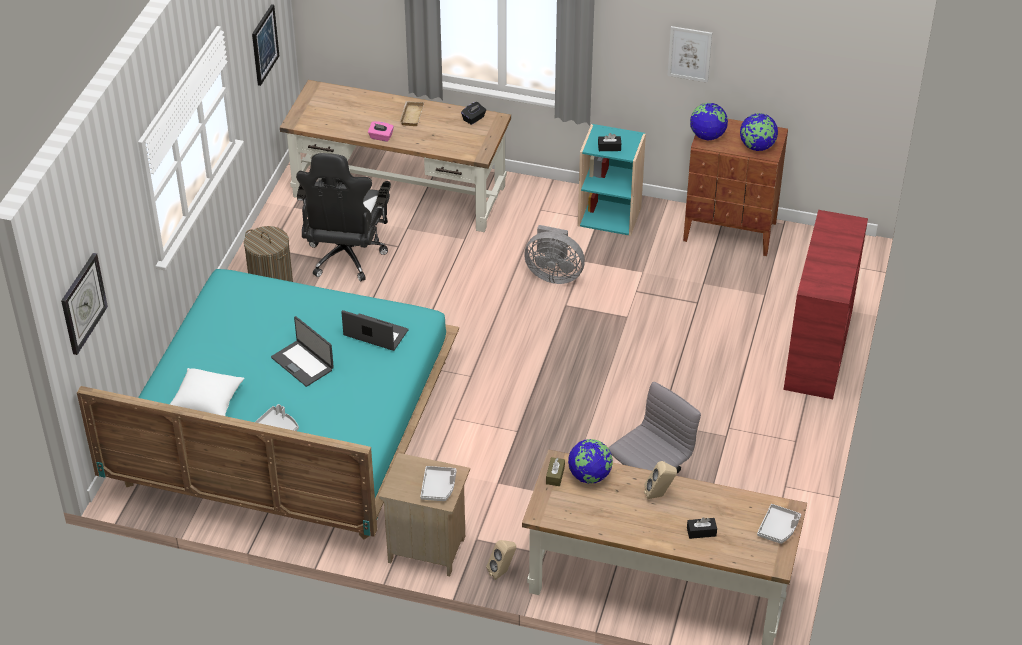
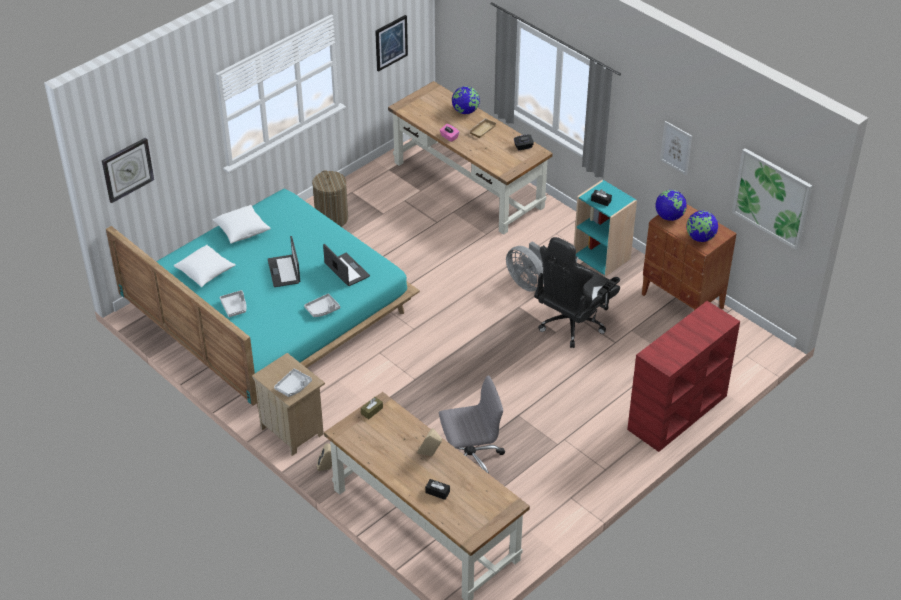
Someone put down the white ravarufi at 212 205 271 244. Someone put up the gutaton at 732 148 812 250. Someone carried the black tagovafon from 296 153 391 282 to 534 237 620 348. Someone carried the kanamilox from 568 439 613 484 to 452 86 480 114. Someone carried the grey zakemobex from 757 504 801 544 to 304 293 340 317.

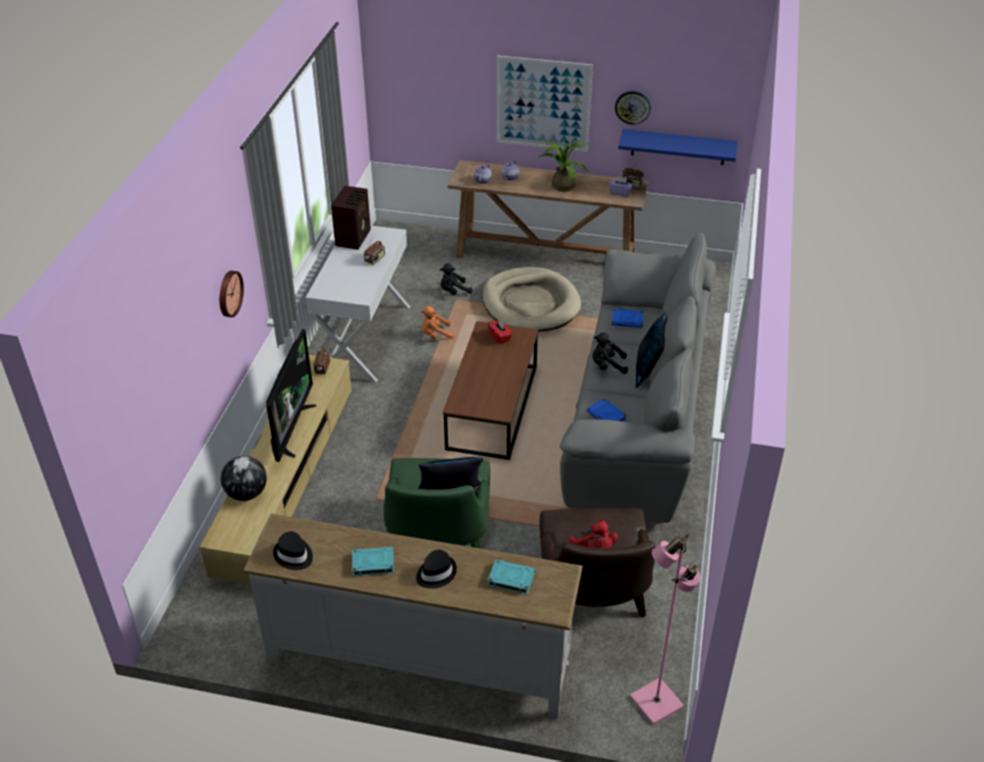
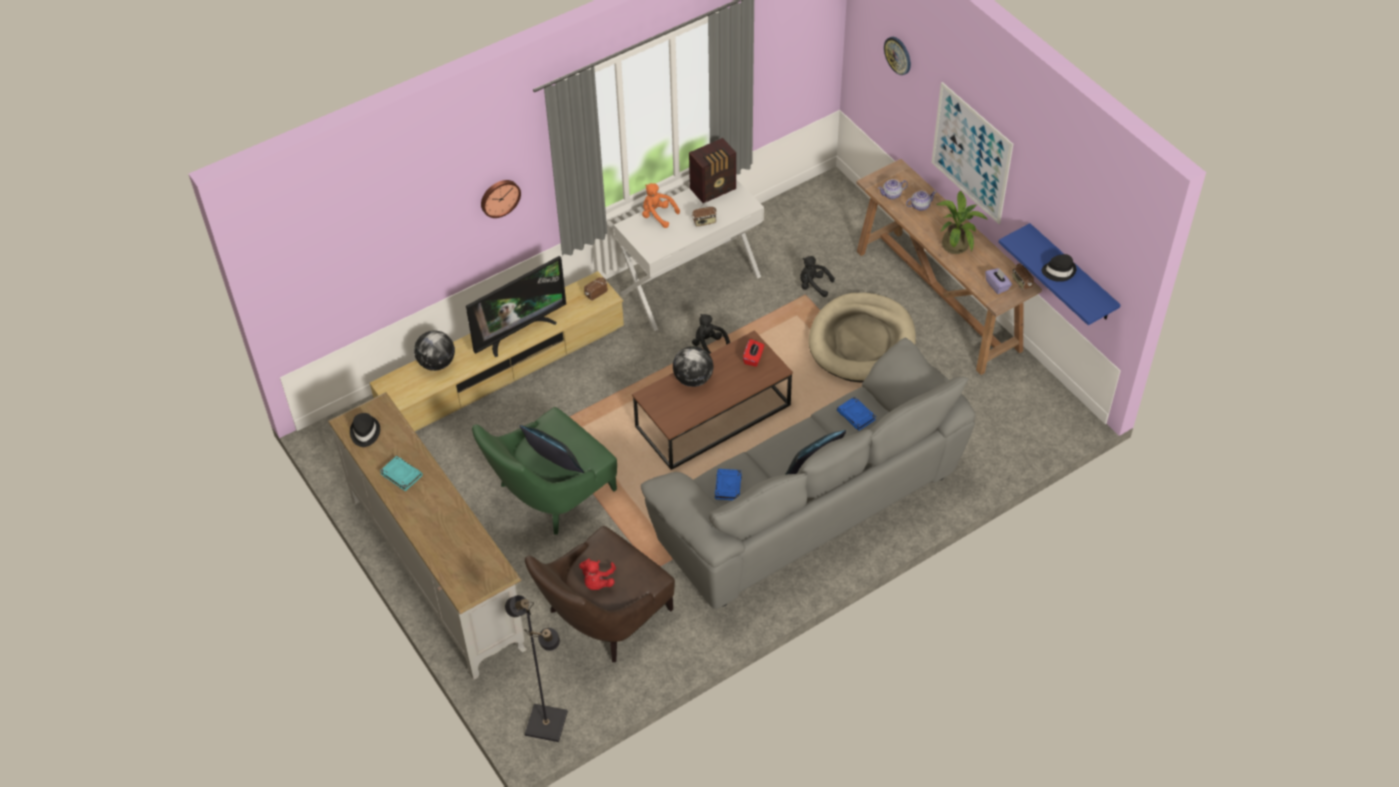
Someone took away the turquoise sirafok at 487 559 535 595. Someone put down the kanamilox at 673 346 713 387. Someone carried the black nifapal from 416 550 457 589 to 1041 254 1076 282. Someone carried the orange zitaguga from 421 306 455 339 to 642 183 680 228. Someone carried the black zitaguga from 592 333 628 374 to 692 314 730 354. Someone carried the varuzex from 615 91 651 125 to 884 37 911 75. Someone repainted the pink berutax at 630 533 700 725, which became the black berutax at 505 595 568 742.

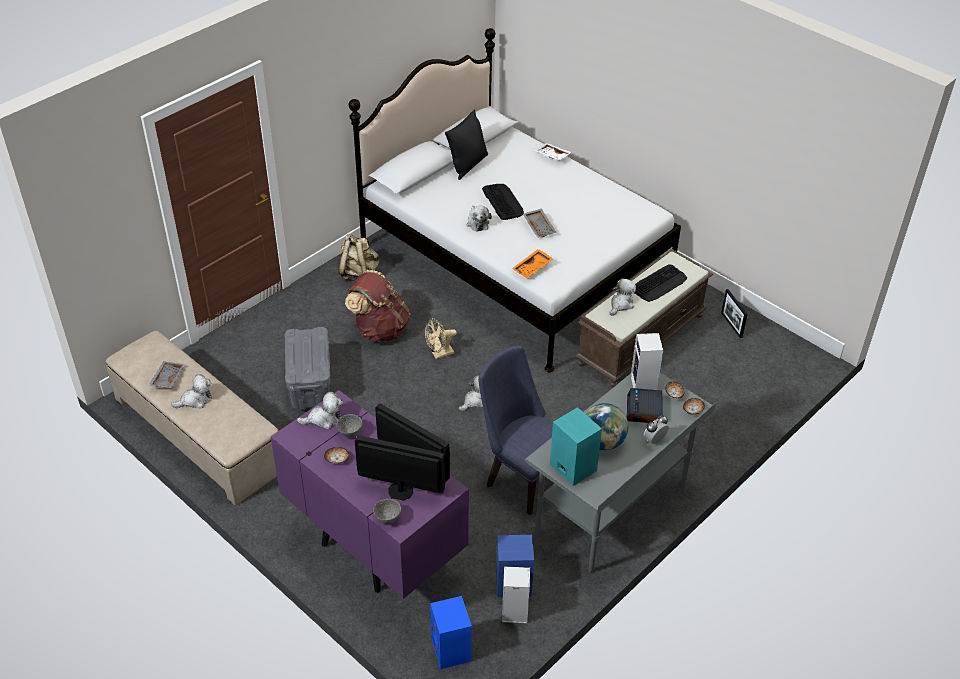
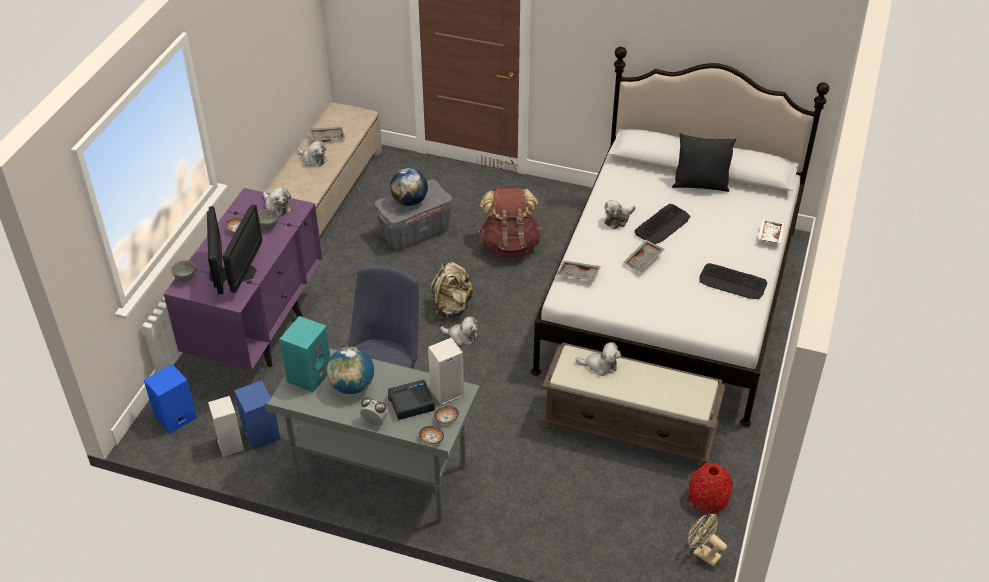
Someone put down the kanamilox at 390 168 428 206. Someone carried the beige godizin from 339 234 379 282 to 431 262 474 319. Someone carried the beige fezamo from 425 318 457 359 to 688 514 727 566. Someone carried the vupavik from 635 264 687 302 to 699 263 767 299. Someone swapped the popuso at 721 289 748 338 for the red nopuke at 688 463 733 514. Someone repainted the orange zakemobex at 512 249 553 278, which became the grey zakemobex at 556 261 601 281.

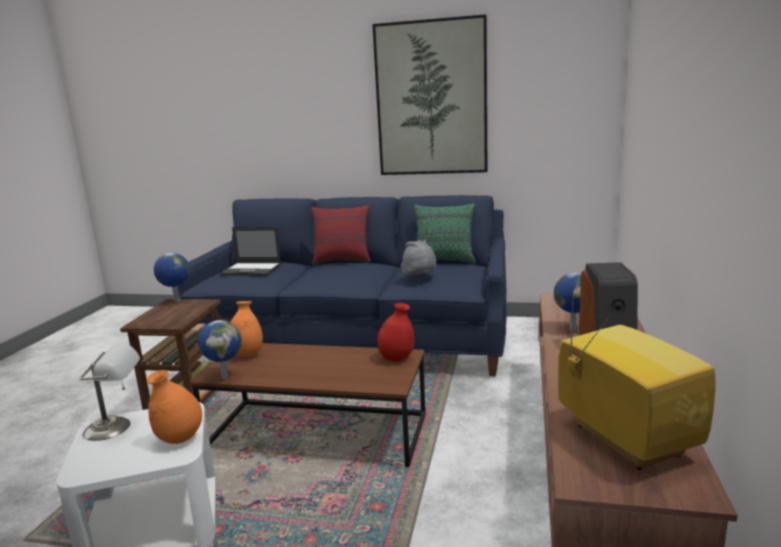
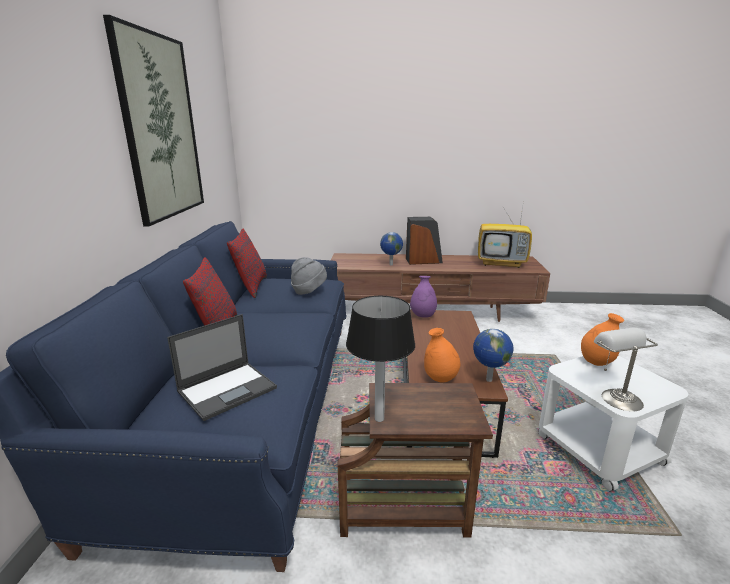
Someone swapped the kanamilox at 154 253 190 302 for the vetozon at 346 296 415 422. Someone repainted the red nopuke at 377 303 415 362, which became the purple nopuke at 410 276 437 317. Someone repainted the green ravarufi at 414 204 476 264, which became the red ravarufi at 227 229 267 298. Someone rotated the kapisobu at 220 227 282 276 by 45 degrees clockwise. Someone rotated the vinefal at 558 284 716 470 by 135 degrees counterclockwise.

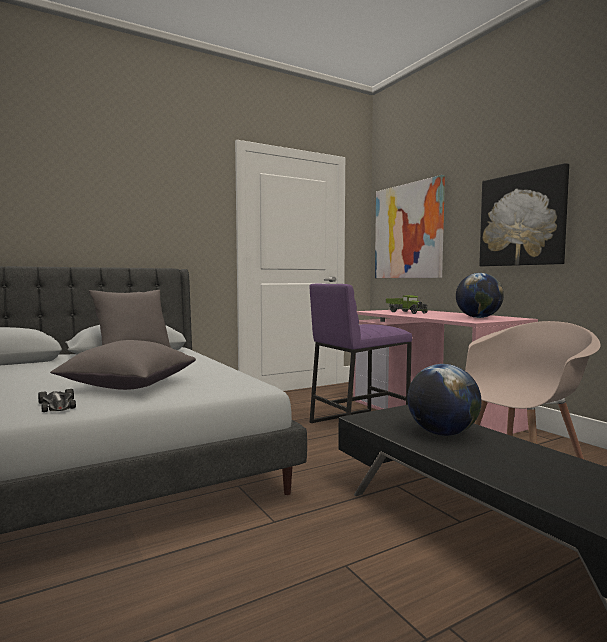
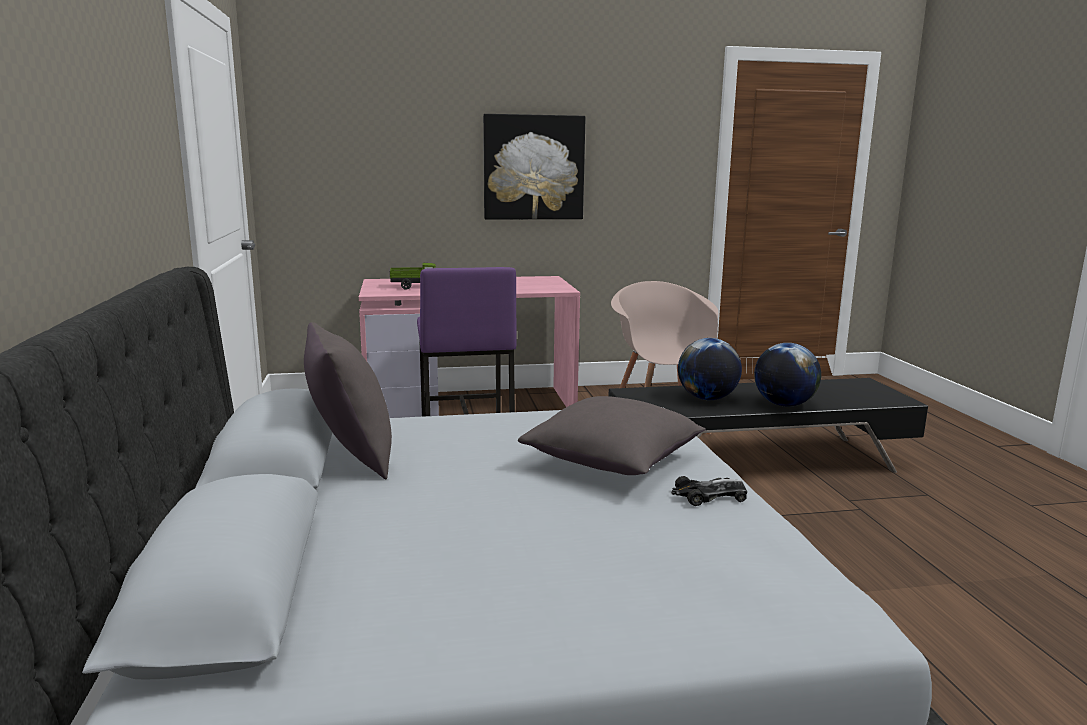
Someone took away the gutaton at 375 175 445 278. Someone carried the kanamilox from 456 273 504 318 to 754 343 821 407.

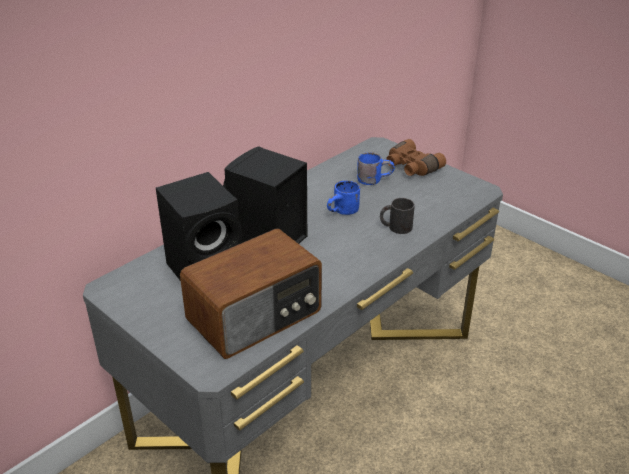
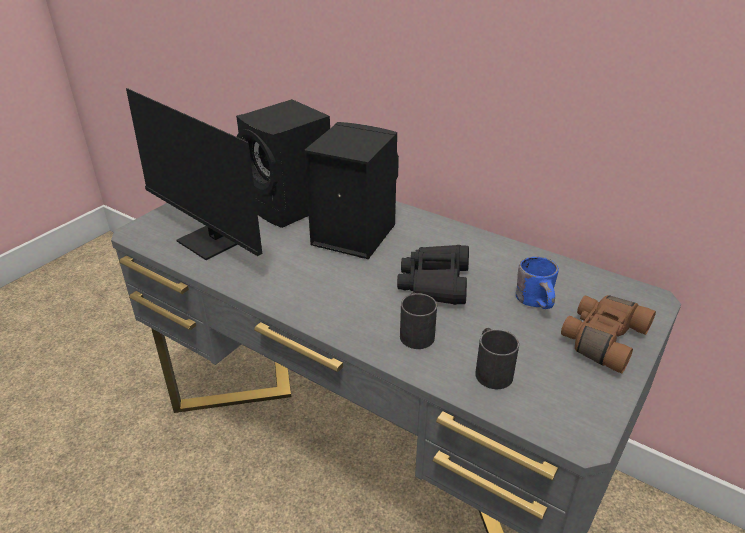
Someone put down the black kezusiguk at 475 328 519 389. Someone swapped the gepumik at 180 229 322 359 for the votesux at 126 88 300 260. Someone swapped the blue kezusiguk at 327 180 360 215 for the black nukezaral at 397 245 469 305.

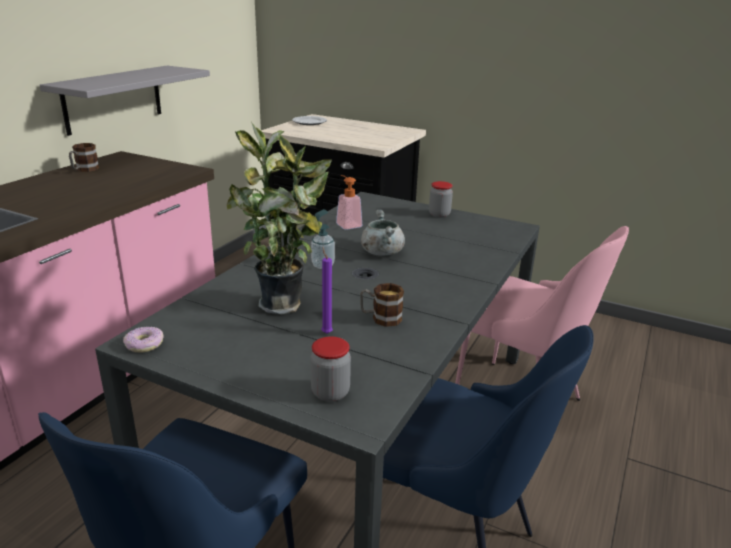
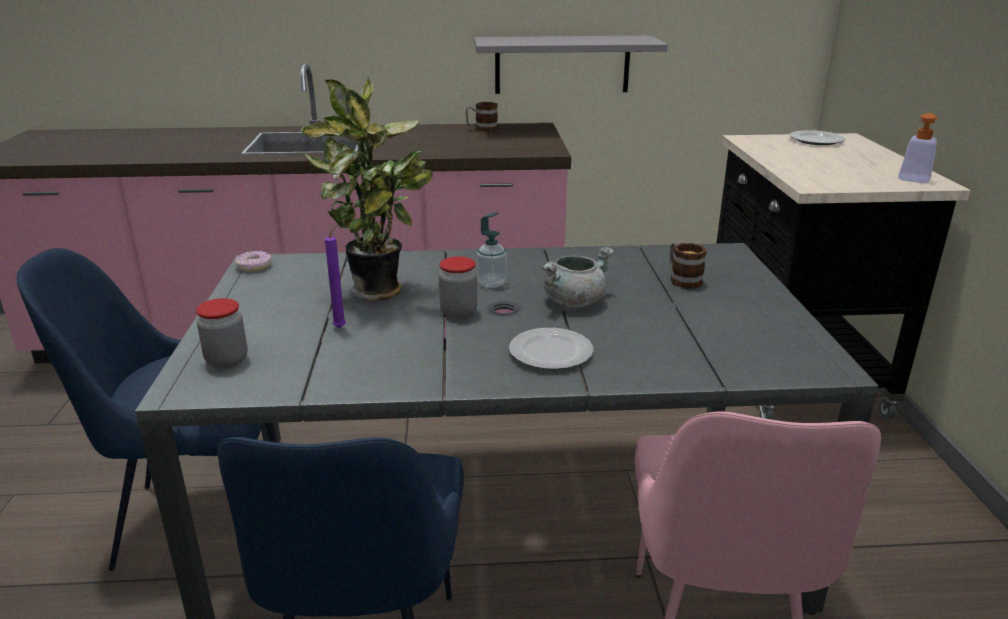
Someone put down the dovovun at 509 328 593 369. Someone carried the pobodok from 336 175 362 230 to 898 113 938 183. Someone carried the kezusiguk from 360 283 404 327 to 670 242 707 288. Someone carried the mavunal from 429 181 453 218 to 439 256 477 319.

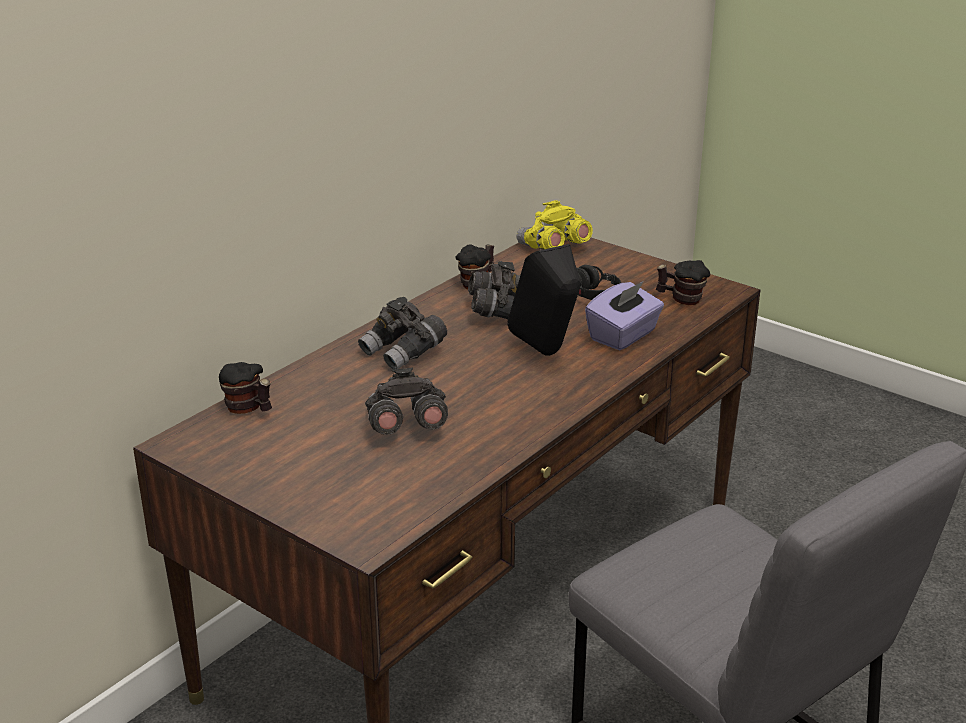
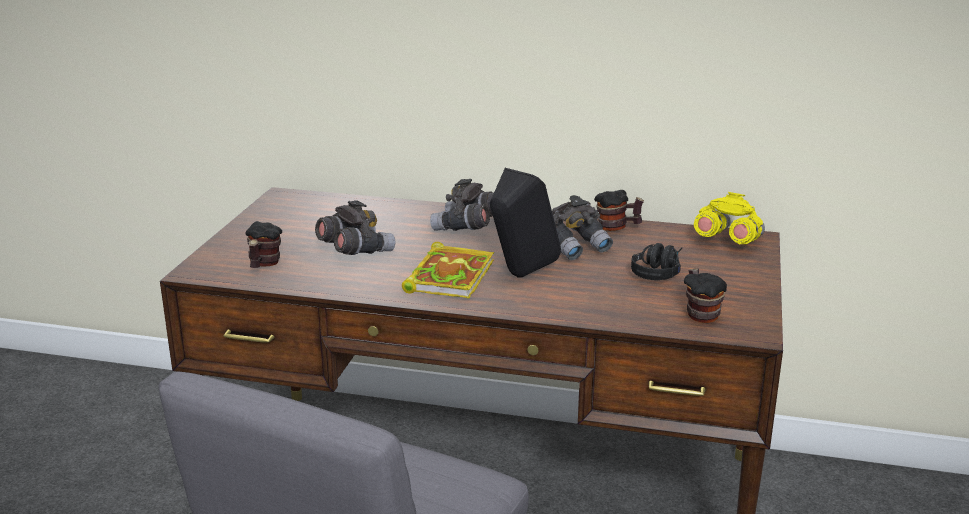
Someone took away the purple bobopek at 585 281 664 350. Someone put down the sirafok at 402 242 494 299. Someone carried the kezusiguk from 219 362 272 414 to 245 221 282 268.

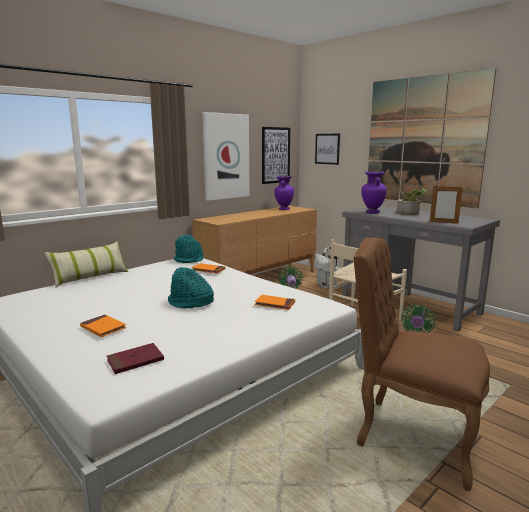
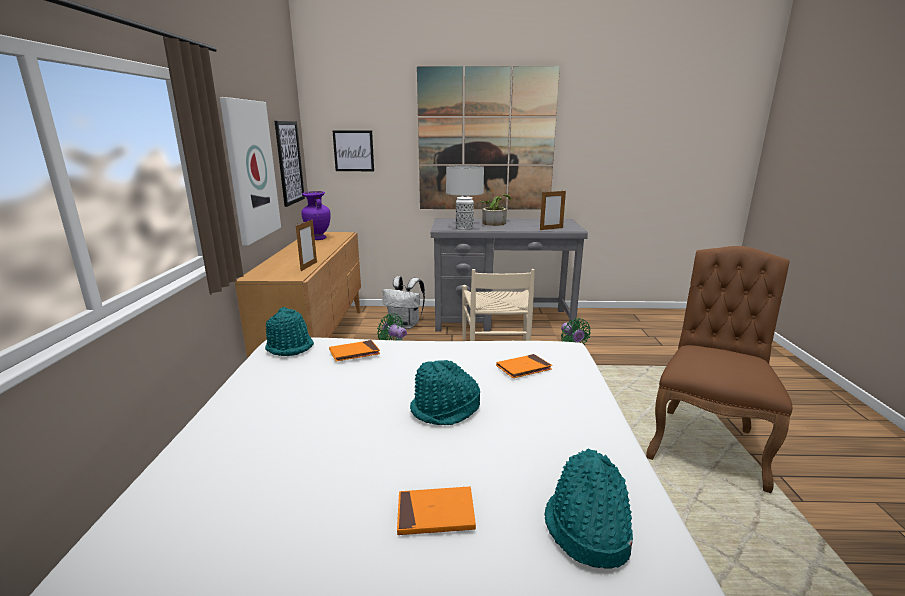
Someone took away the ravarufi at 45 241 128 287. Someone put down the popuso at 296 219 317 271. Someone swapped the red sirafok at 107 343 164 374 for the turquoise nifapal at 544 449 633 569. Someone swapped the purple nopuke at 361 171 387 214 for the white vetozon at 446 165 484 230. Someone rotated the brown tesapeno at 354 237 490 491 by 135 degrees clockwise.

